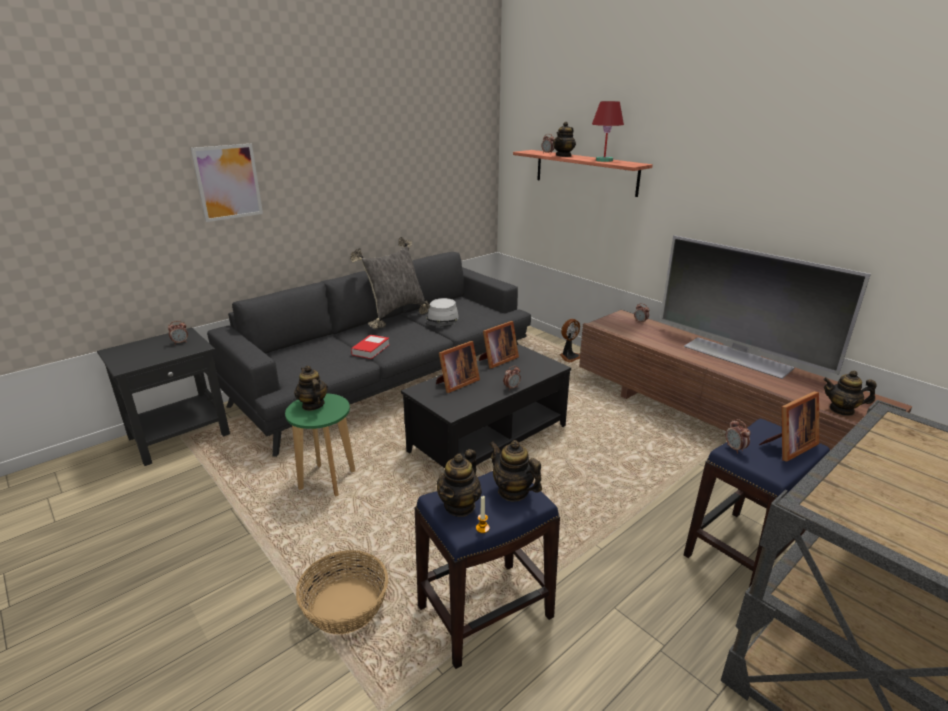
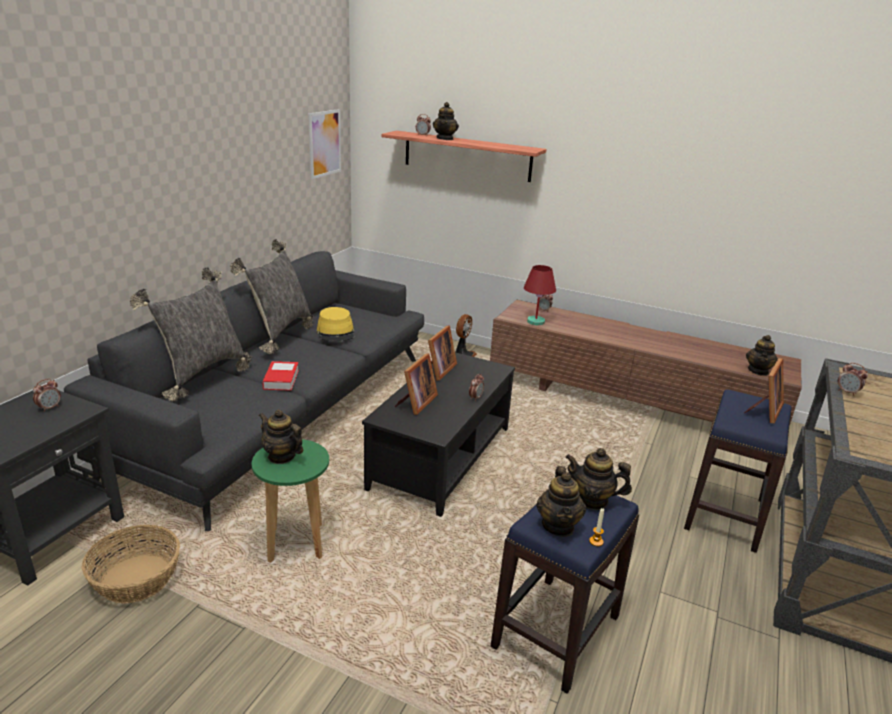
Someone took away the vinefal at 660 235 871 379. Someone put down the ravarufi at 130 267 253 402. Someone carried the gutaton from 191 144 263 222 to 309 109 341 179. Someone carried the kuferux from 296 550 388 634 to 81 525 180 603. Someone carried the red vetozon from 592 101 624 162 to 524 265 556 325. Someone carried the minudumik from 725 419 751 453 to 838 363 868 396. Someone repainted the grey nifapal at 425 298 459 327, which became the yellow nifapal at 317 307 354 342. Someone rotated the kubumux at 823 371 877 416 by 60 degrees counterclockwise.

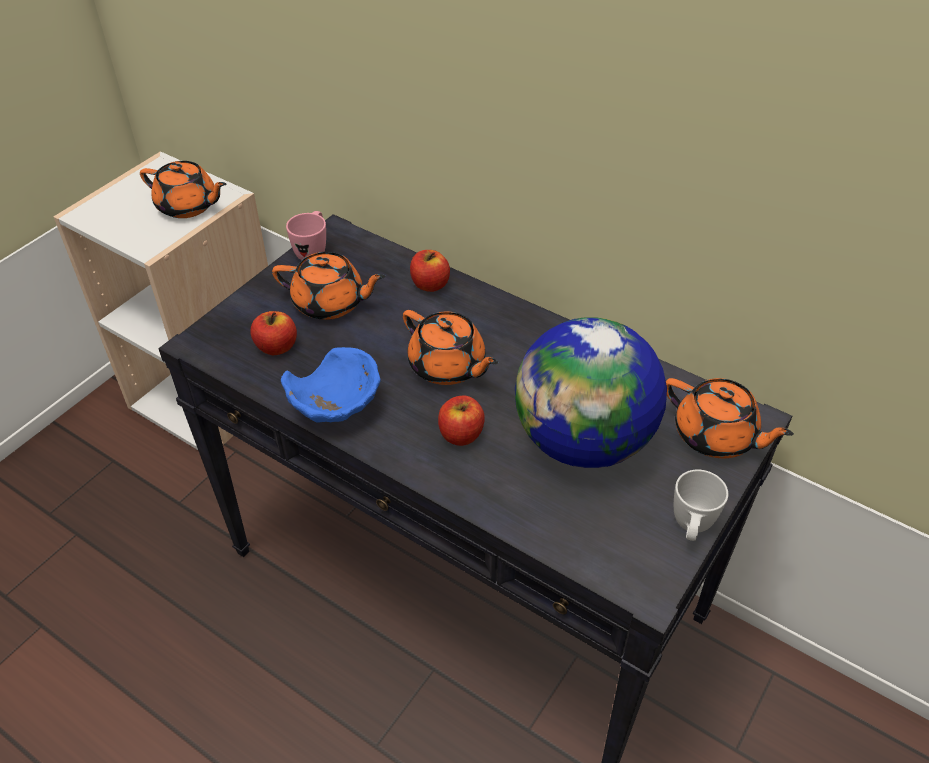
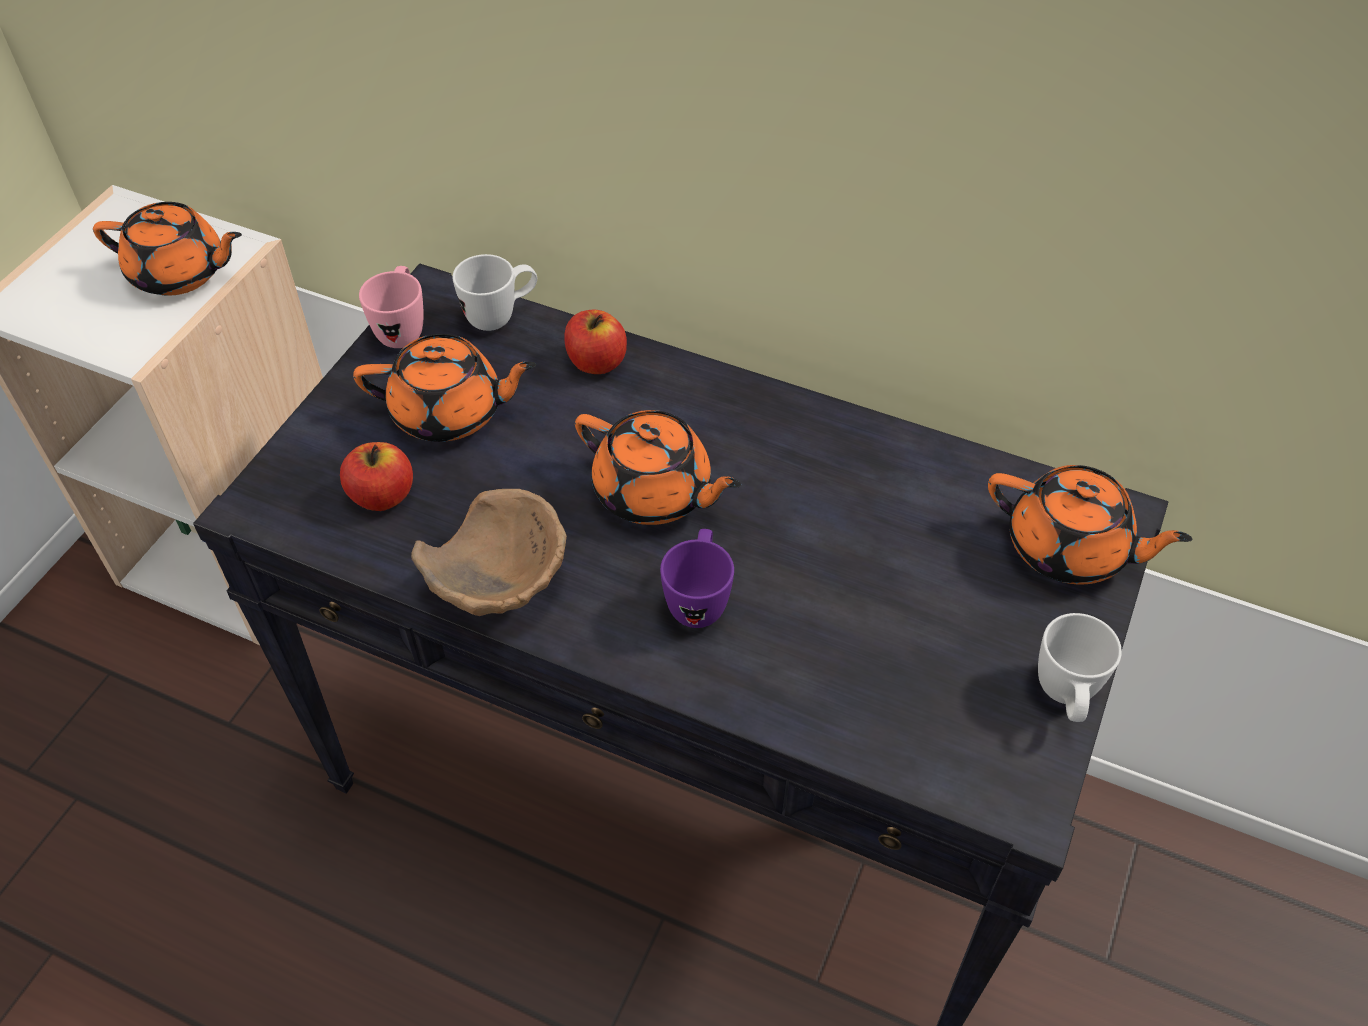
Someone took away the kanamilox at 515 317 667 468. Someone put down the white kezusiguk at 452 254 537 331. Someone swapped the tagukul at 438 395 485 446 for the purple kezusiguk at 660 529 734 628. Someone repainted the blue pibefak at 281 347 381 423, which became the brown pibefak at 411 489 567 616.

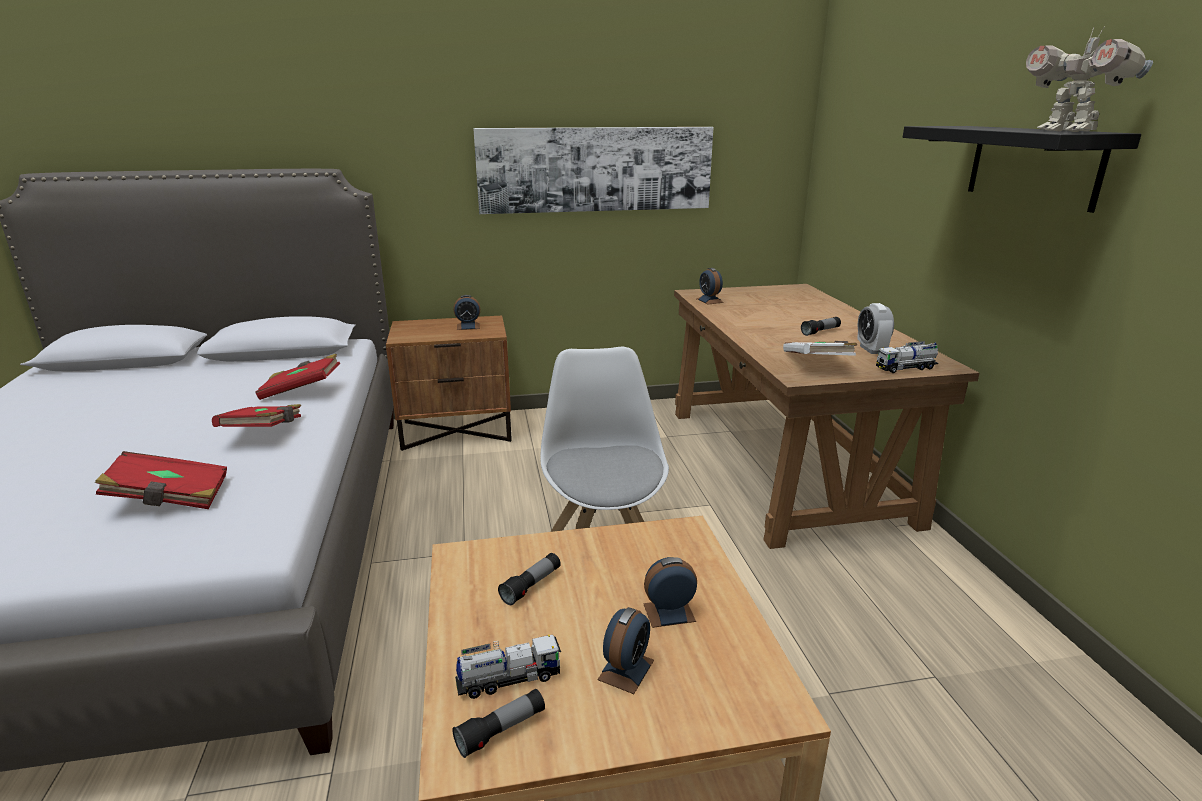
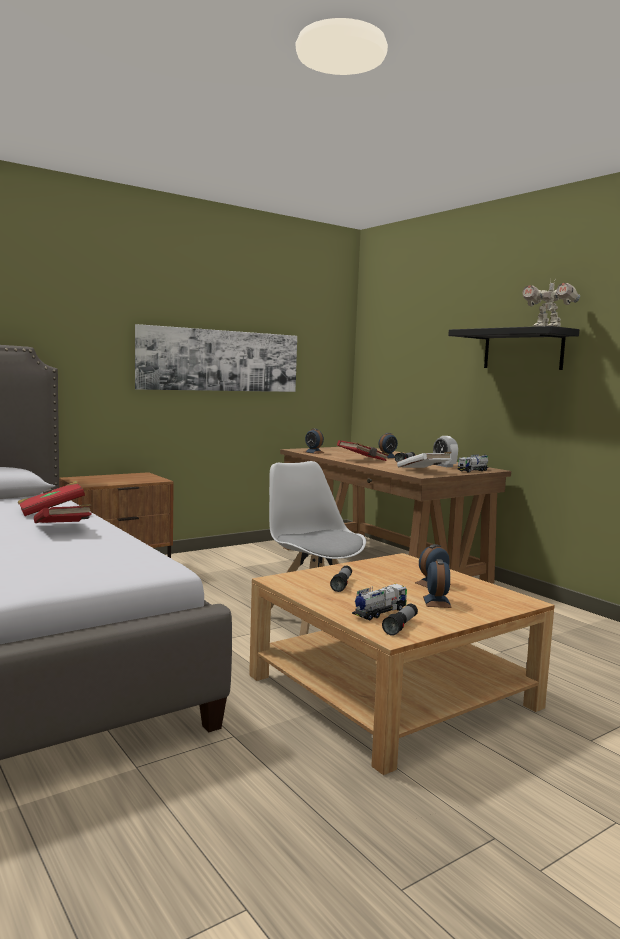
Someone carried the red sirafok from 95 451 227 509 to 337 440 389 461. Someone carried the minudumik from 454 295 480 330 to 378 433 398 459.

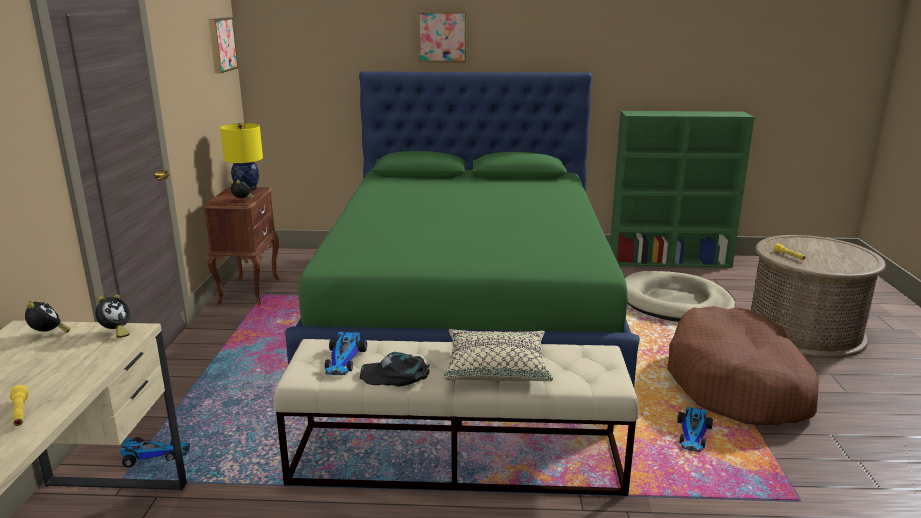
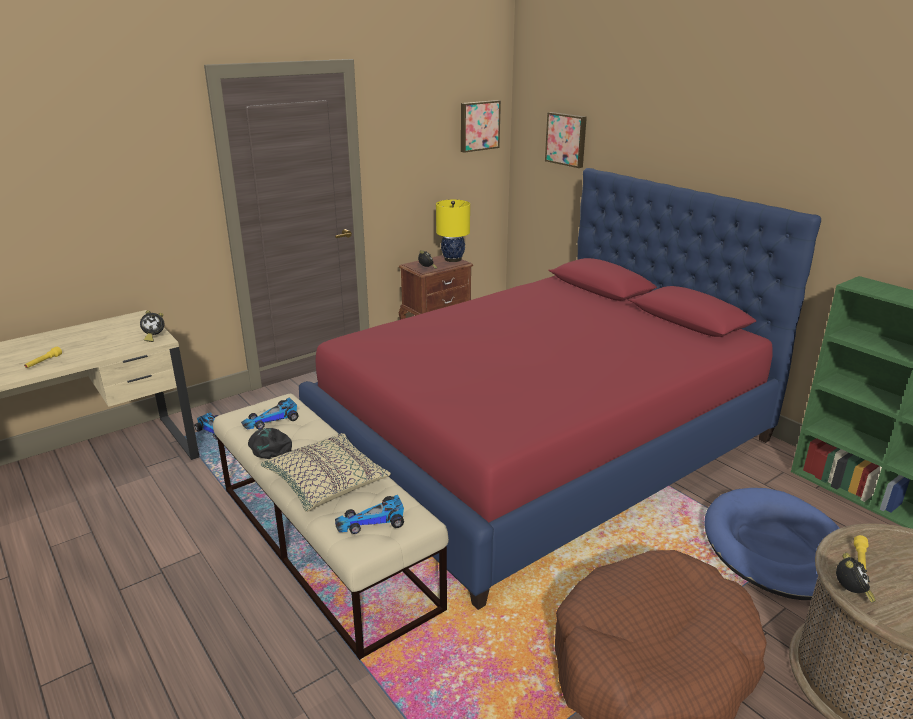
Someone carried the minudumik from 25 300 70 333 to 836 553 876 603. Someone carried the gutaton from 418 11 466 62 to 545 112 587 168. Someone carried the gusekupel from 677 407 713 452 to 335 495 404 534. Someone repainted the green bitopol at 285 71 640 387, which became the red bitopol at 299 168 821 610. Someone repainted the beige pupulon at 625 271 735 322, which became the blue pupulon at 704 488 839 600.

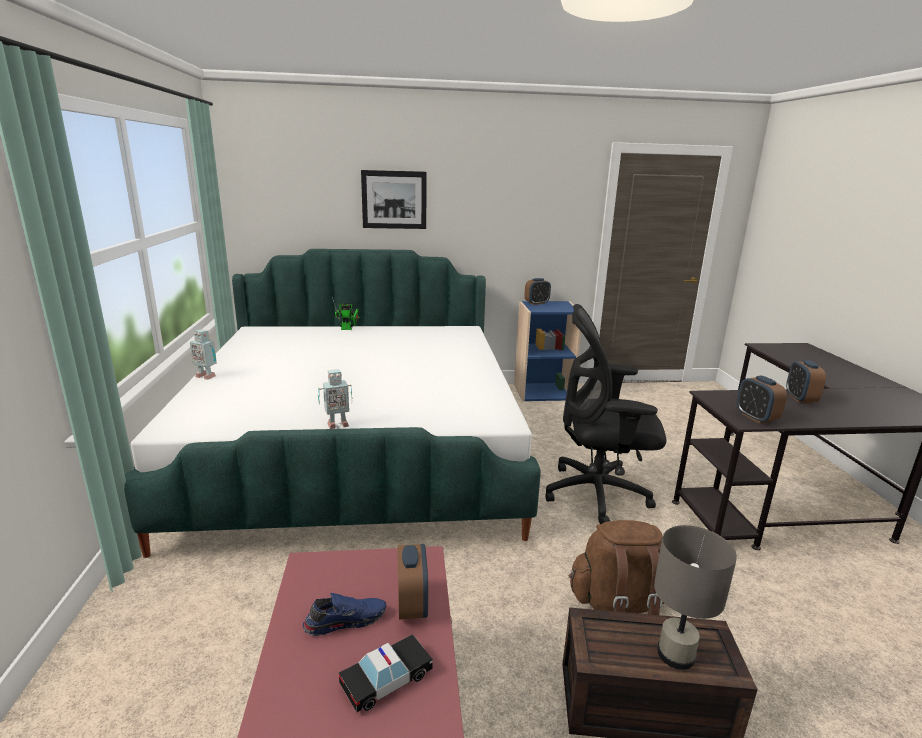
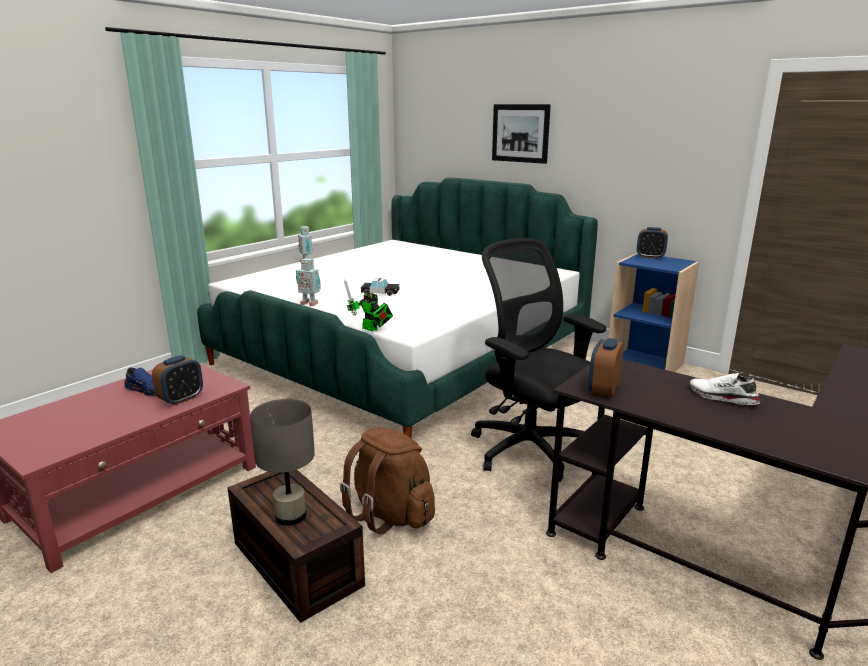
Someone carried the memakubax from 332 297 359 330 to 344 280 393 332. Someone carried the gusekupel from 339 634 433 712 to 361 278 400 296. Someone swapped the minudumik at 786 360 826 404 for the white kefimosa at 690 373 761 405.

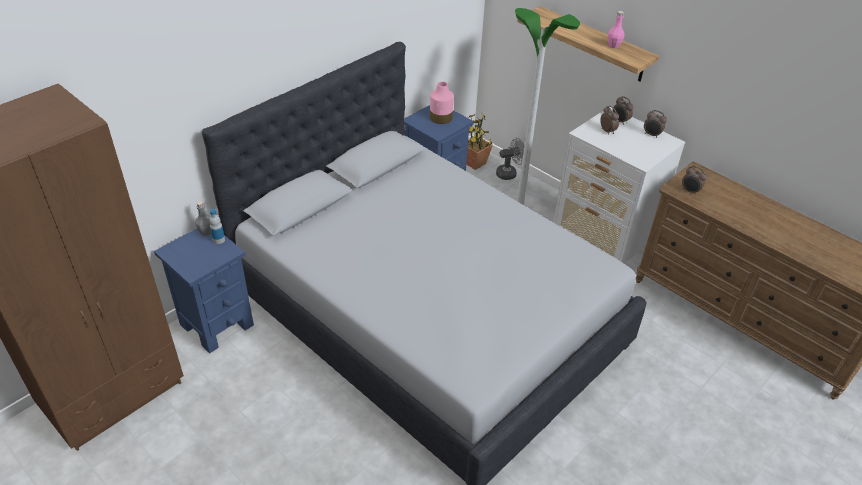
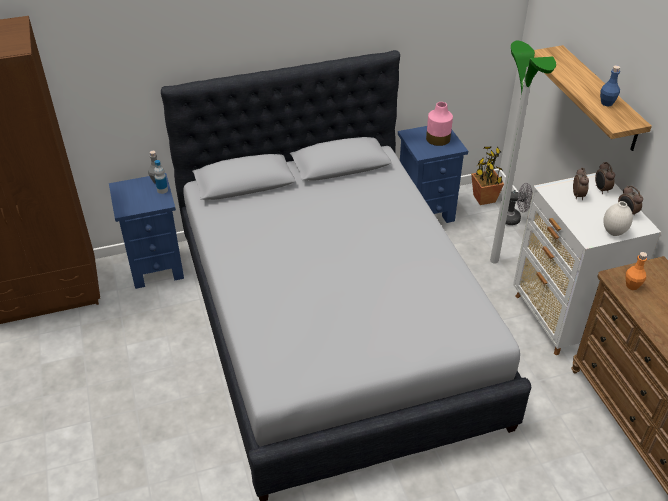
Someone put down the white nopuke at 603 201 633 236. Someone swapped the minudumik at 682 166 707 195 for the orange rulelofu at 626 252 647 290. Someone repainted the pink rulelofu at 608 11 625 48, which became the blue rulelofu at 600 65 620 106.

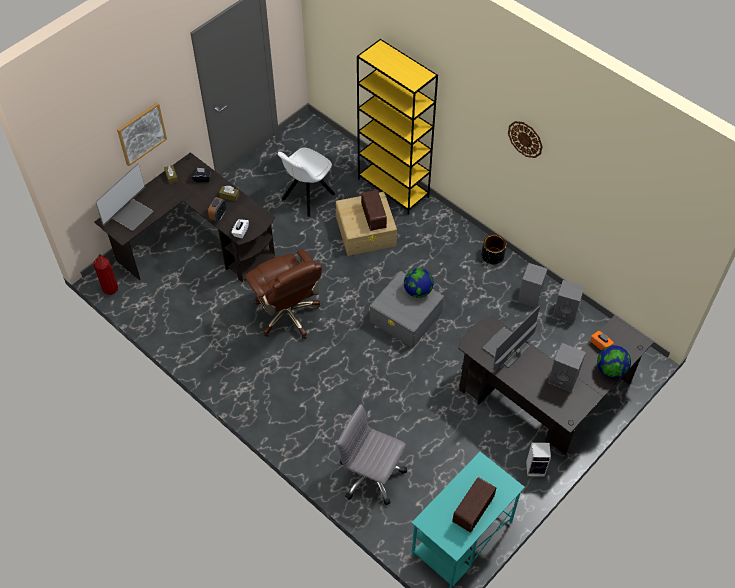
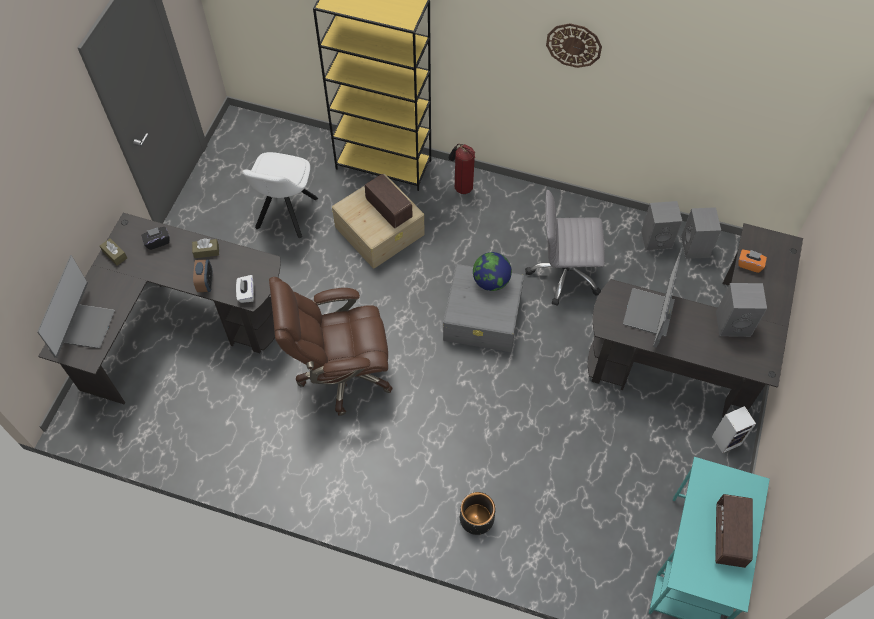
Someone took away the gutaton at 117 102 167 166. Someone took away the kanamilox at 597 345 631 378. Someone carried the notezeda from 94 254 118 295 to 448 144 475 194. Someone carried the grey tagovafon from 337 404 407 505 to 525 190 605 306. Someone carried the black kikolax from 481 235 506 264 to 460 492 496 535. Someone carried the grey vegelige from 518 263 547 307 to 681 207 721 259. Someone rotated the brown tagovafon at 245 250 322 339 by 135 degrees clockwise.

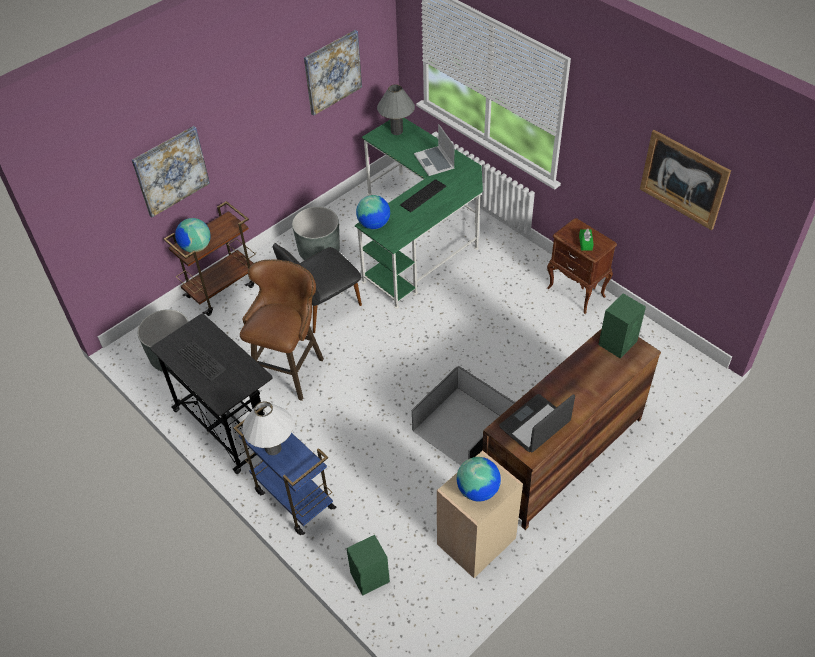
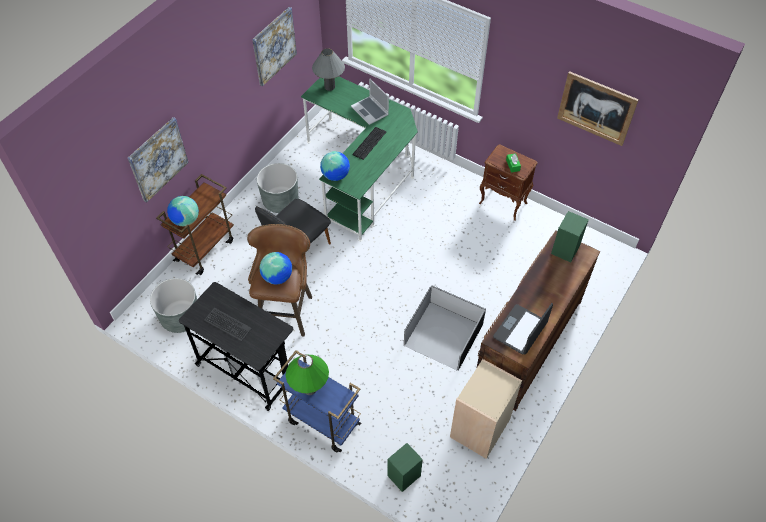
Someone carried the kanamilox from 457 457 501 501 to 260 252 292 284. Someone repainted the white vetozon at 242 401 293 455, which became the green vetozon at 285 355 329 395.

